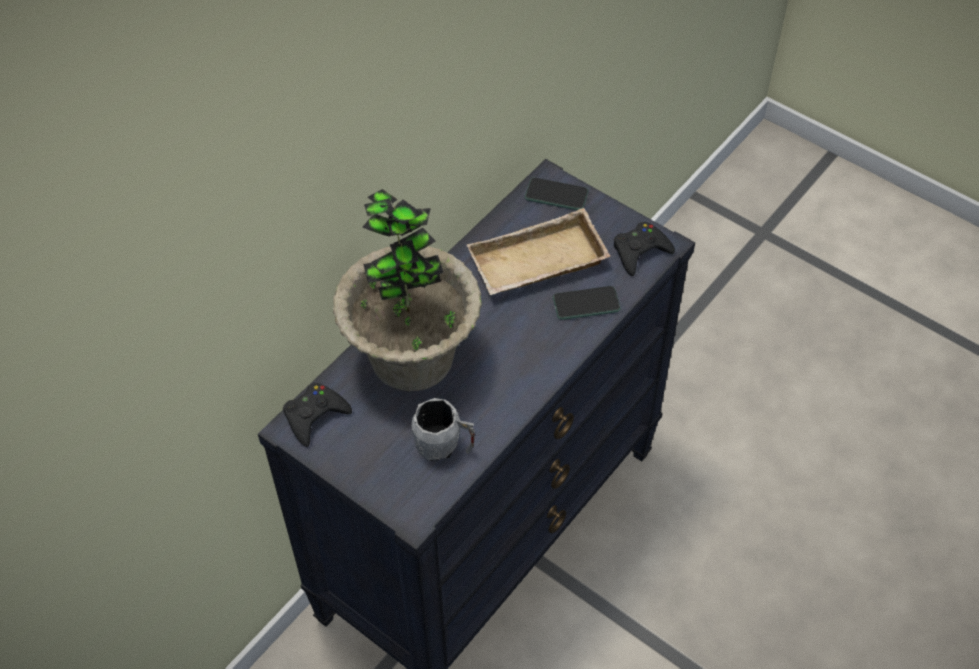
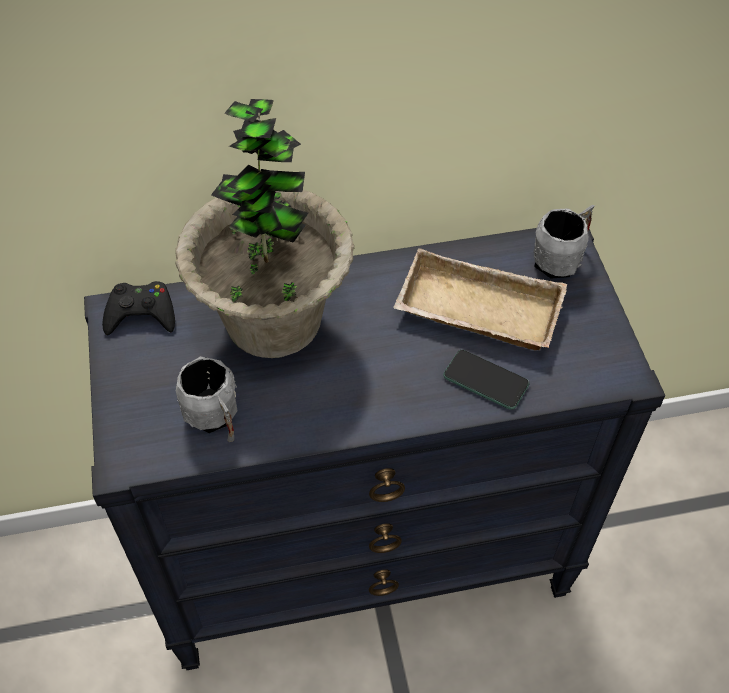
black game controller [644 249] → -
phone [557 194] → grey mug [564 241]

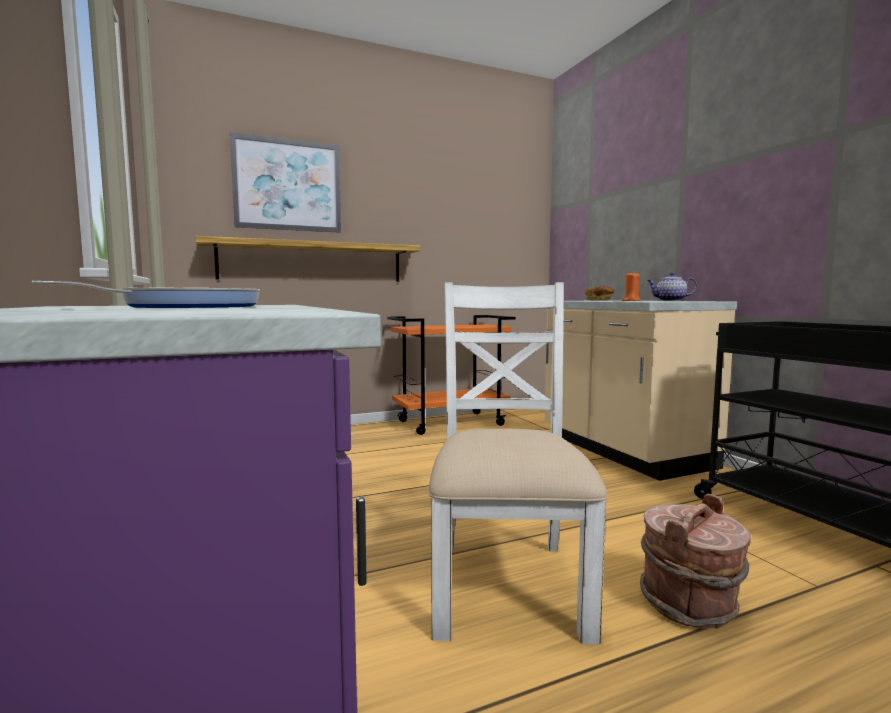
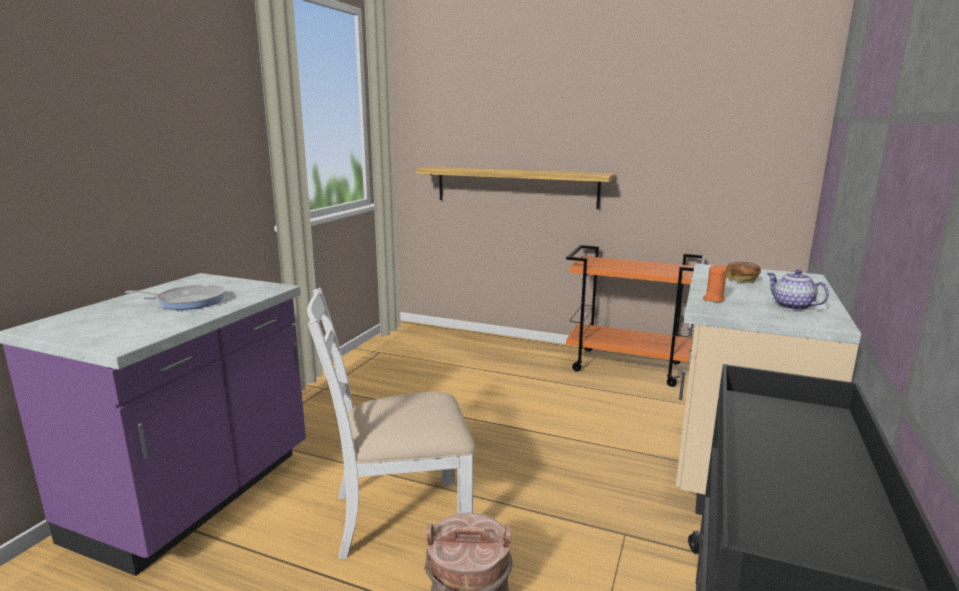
picture [285 183] → -
white chair [518 463] → white chair [391 423], 150 degrees counterclockwise

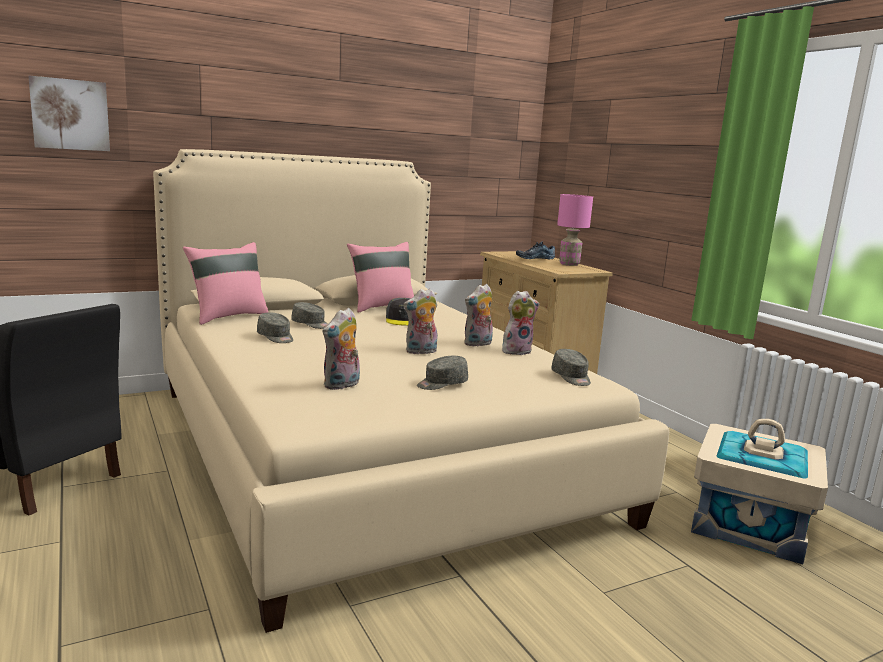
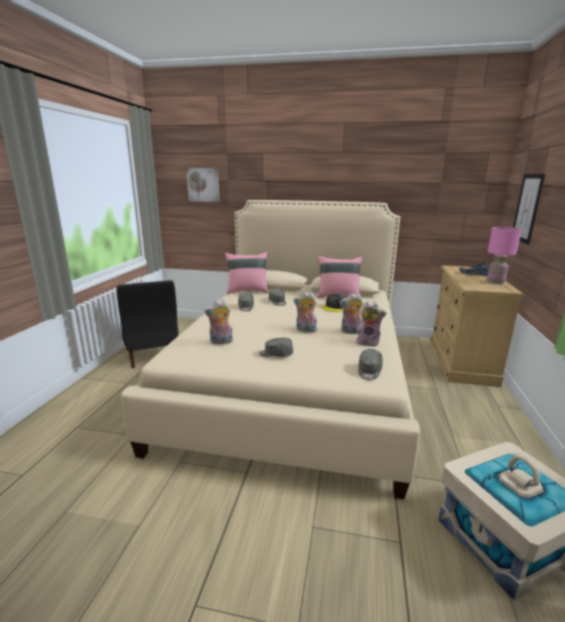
- → picture [529 209]

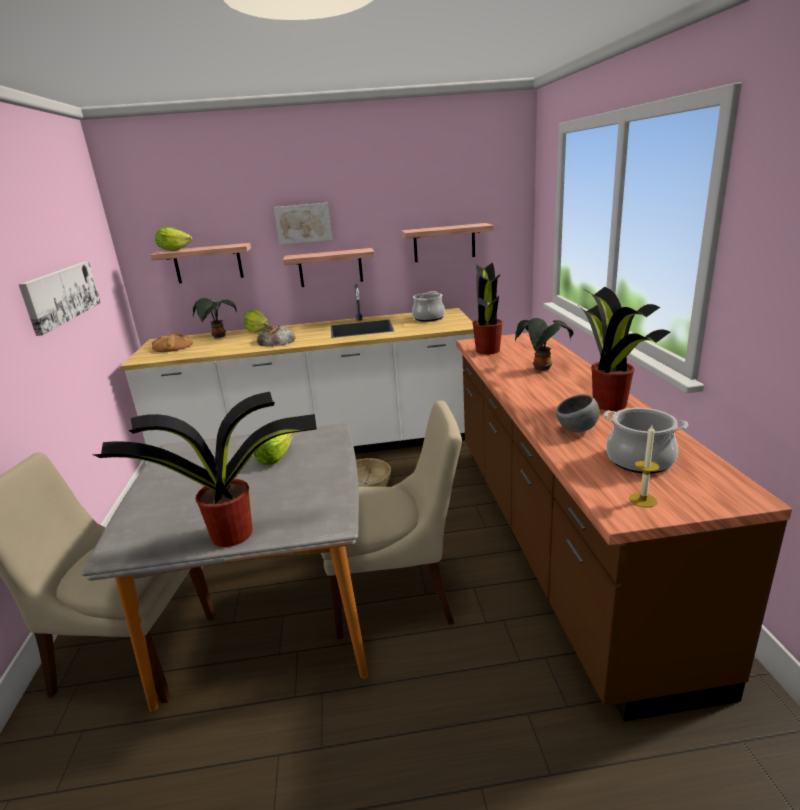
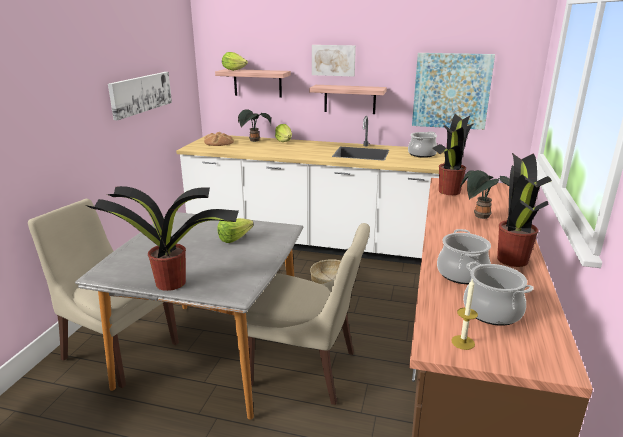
bread [276 336] → -
shelf [447 242] → picture [453 91]
grey bowl [578 413] → cooking pot [464 256]

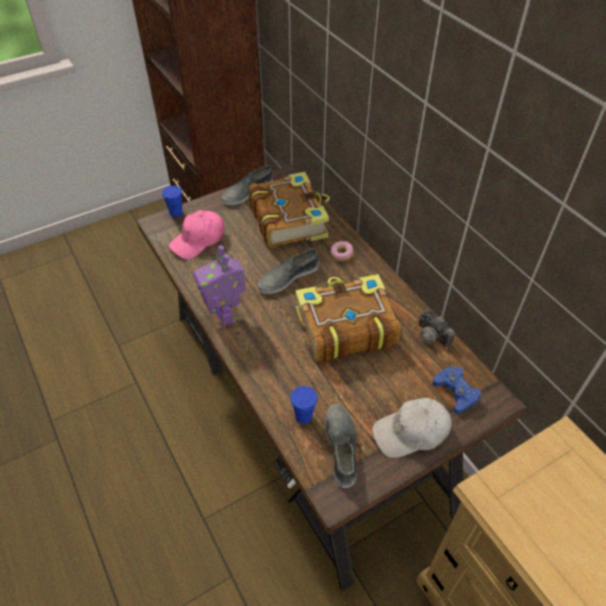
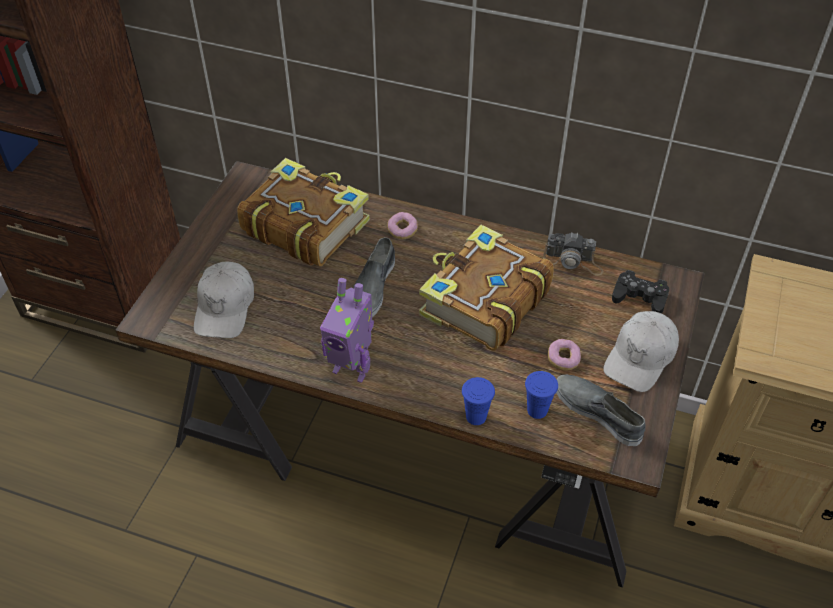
grey shoe [247 185] → -
- → donut [564 355]
blue cup [172 202] → blue cup [478 401], move
pink cap [196 234] → white cap [224 299]
blue game controller [457 390] → black game controller [640 292]

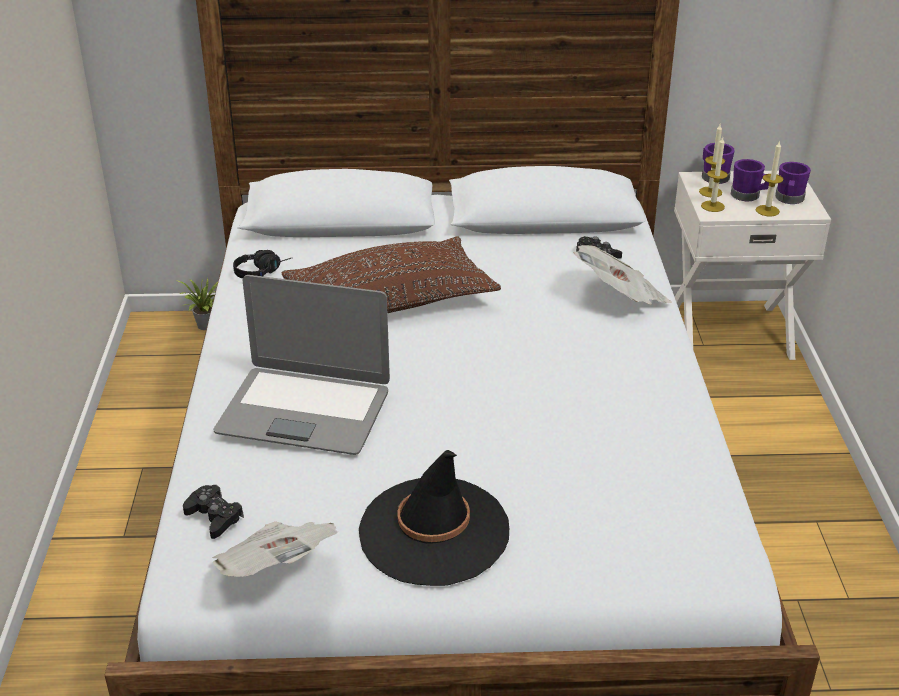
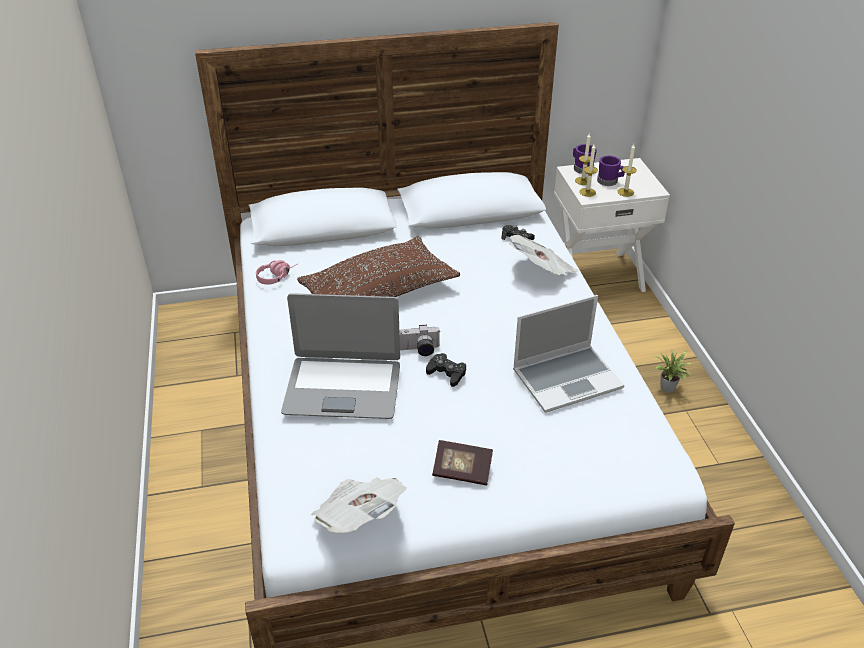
purple mug [793 183] → -
- → photo camera [420 340]
- → laptop [568 354]
potted plant [196 304] → potted plant [673 371], move
black game controller [213 512] → black game controller [446 370], move
black hat [434 518] → book [462 462]
black headphones [262 264] → pink headphones [276 272]

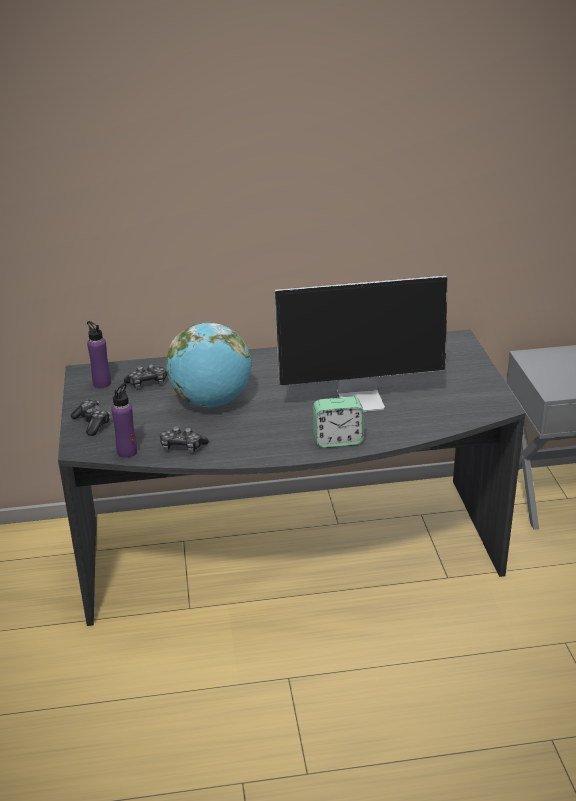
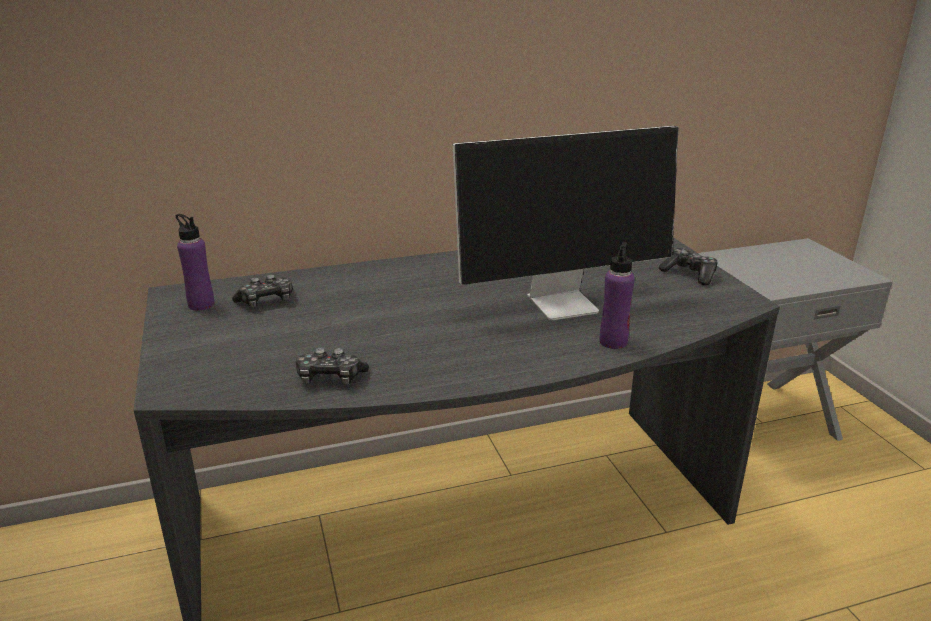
globe [209 365] → -
alarm clock [338 422] → -
game controller [90 417] → game controller [688 266], move
purple bottle [124 420] → purple bottle [617 295], move

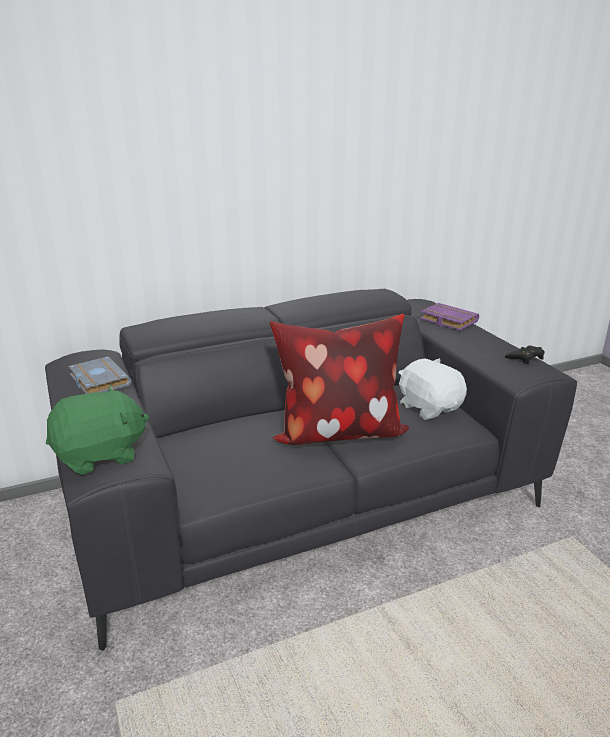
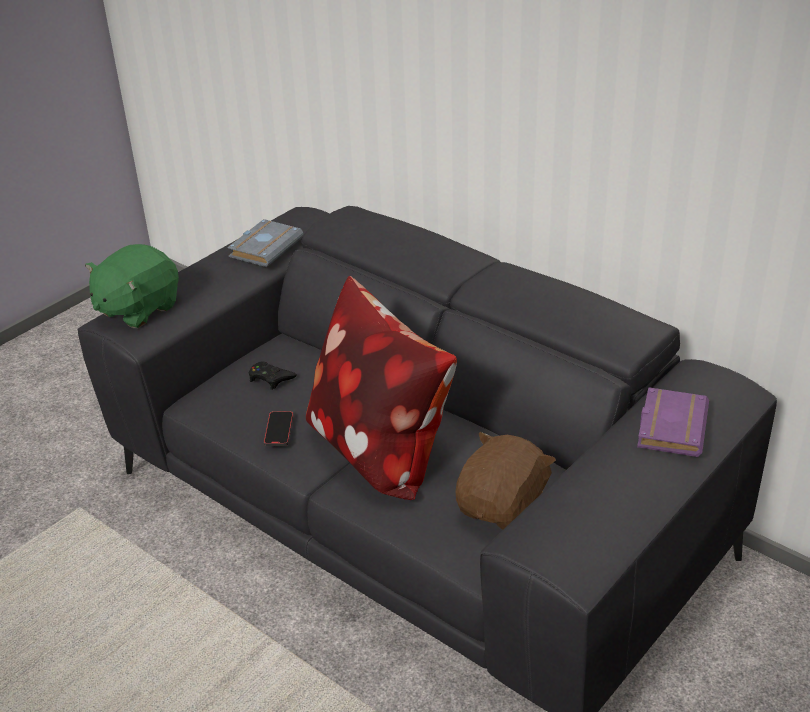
- → phone [278 428]
black game controller [525 355] → black game controller [273 375], move
white plush toy [432 389] → brown plush toy [505 481]
green plush toy [97 430] → green plush toy [132 286], 90 degrees clockwise

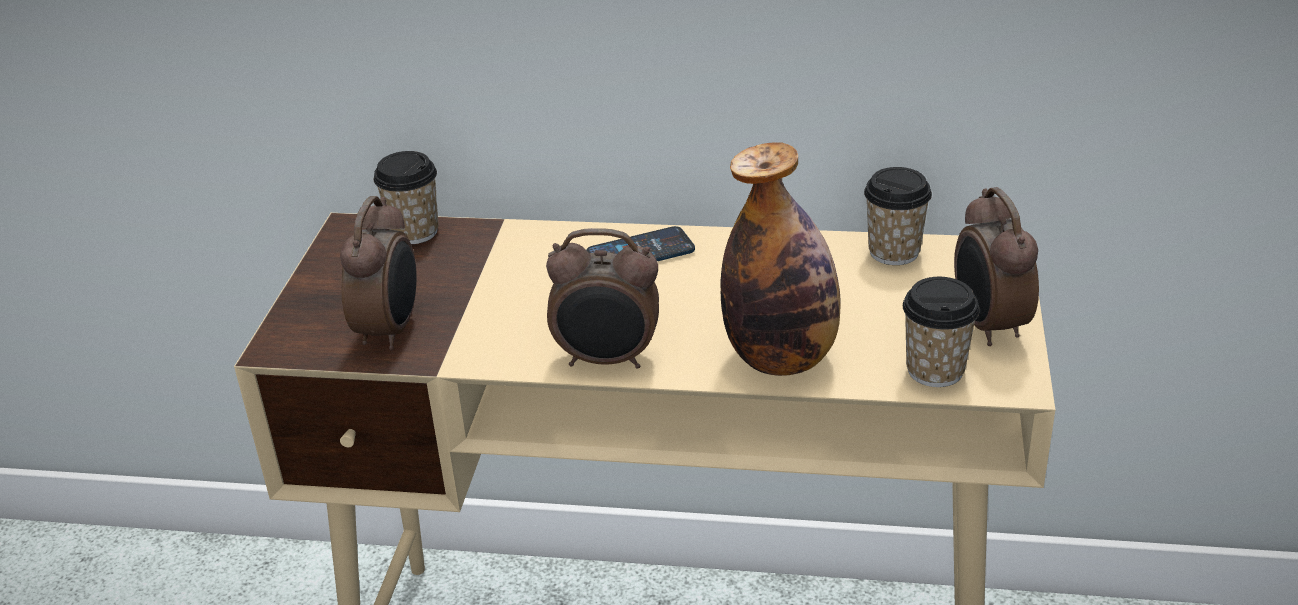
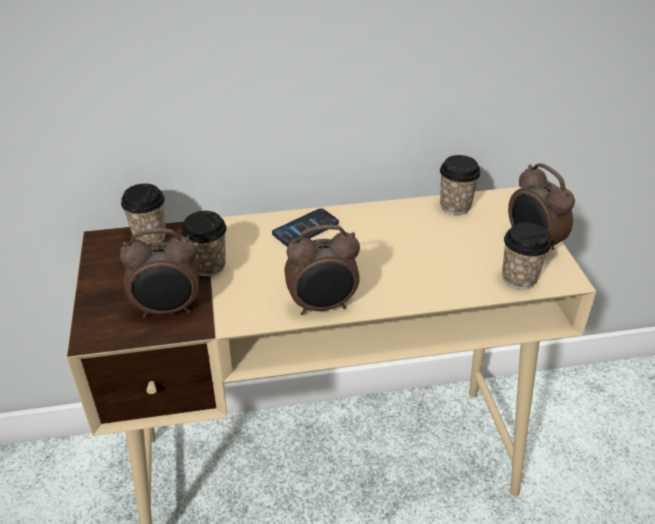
bottle [780 259] → -
- → cup [204 243]
alarm clock [378 273] → alarm clock [159 273], 90 degrees clockwise

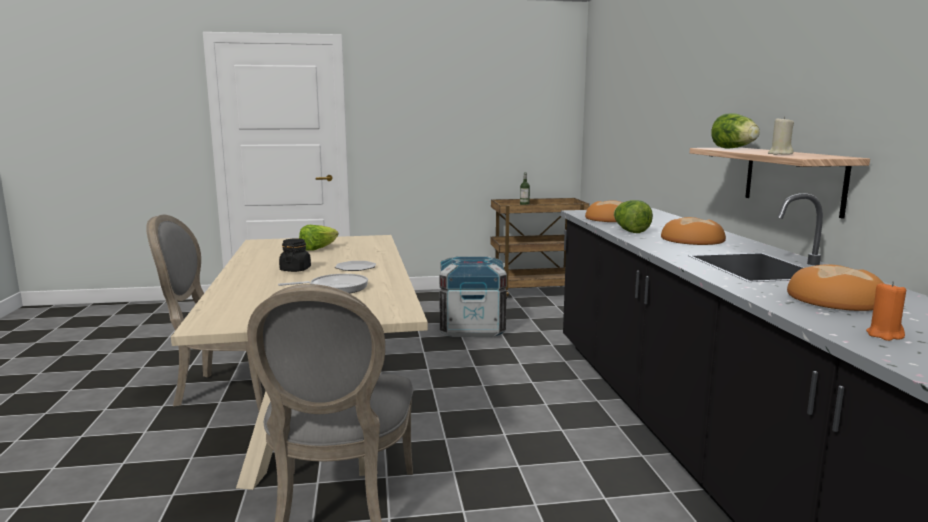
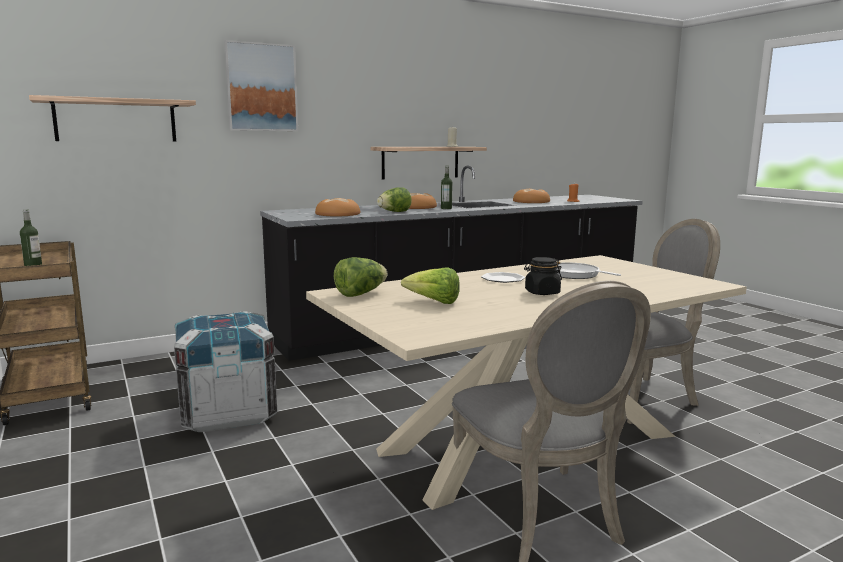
- → shelf [112 118]
- → picture [261 85]
- → bottle [446 187]
lettuce [735 131] → lettuce [361 277], move

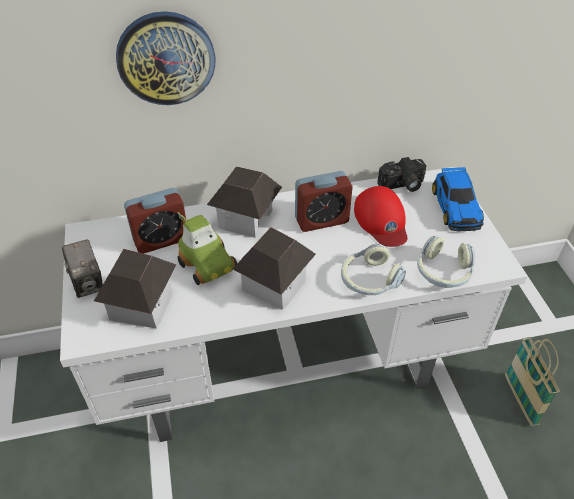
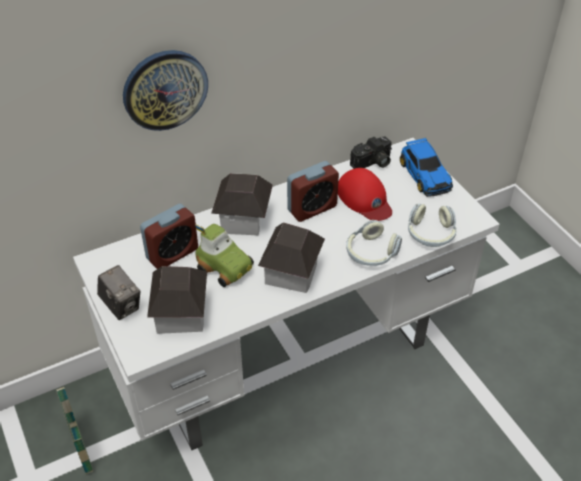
basket [532 381] → basket [74 430], move

